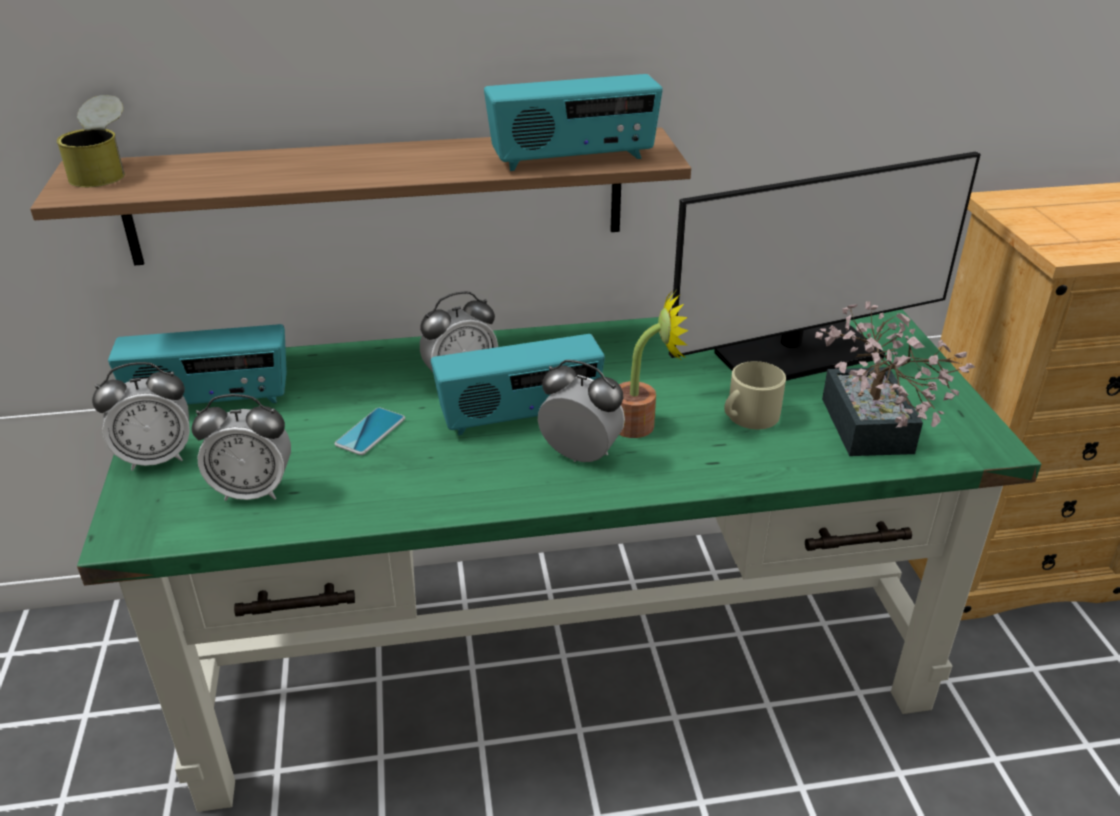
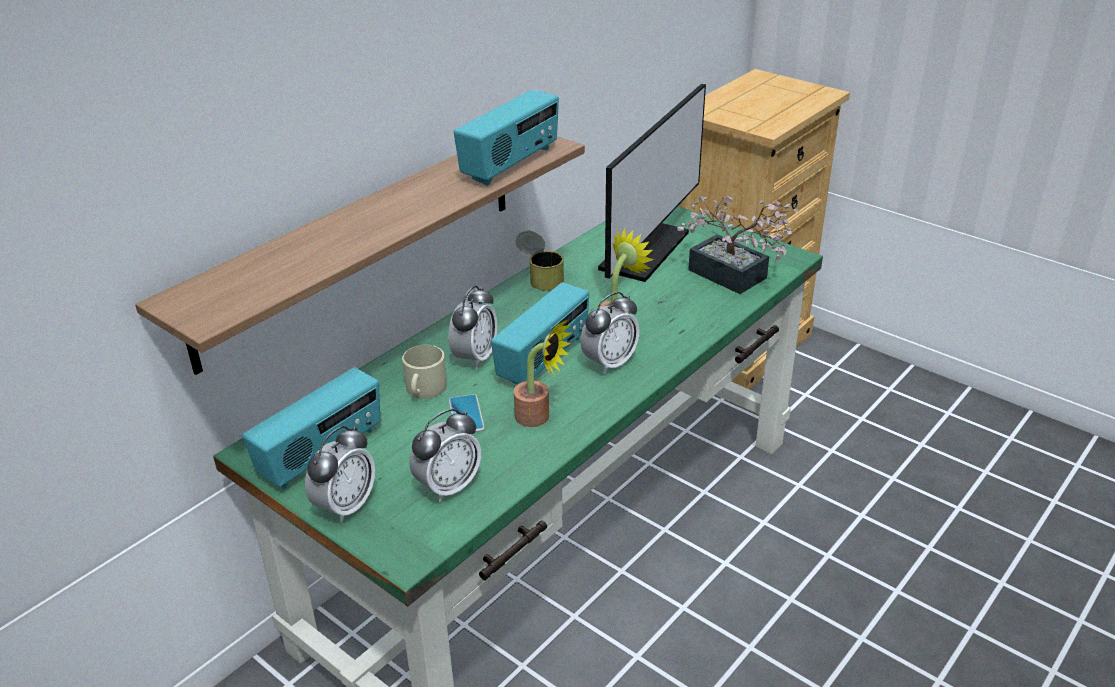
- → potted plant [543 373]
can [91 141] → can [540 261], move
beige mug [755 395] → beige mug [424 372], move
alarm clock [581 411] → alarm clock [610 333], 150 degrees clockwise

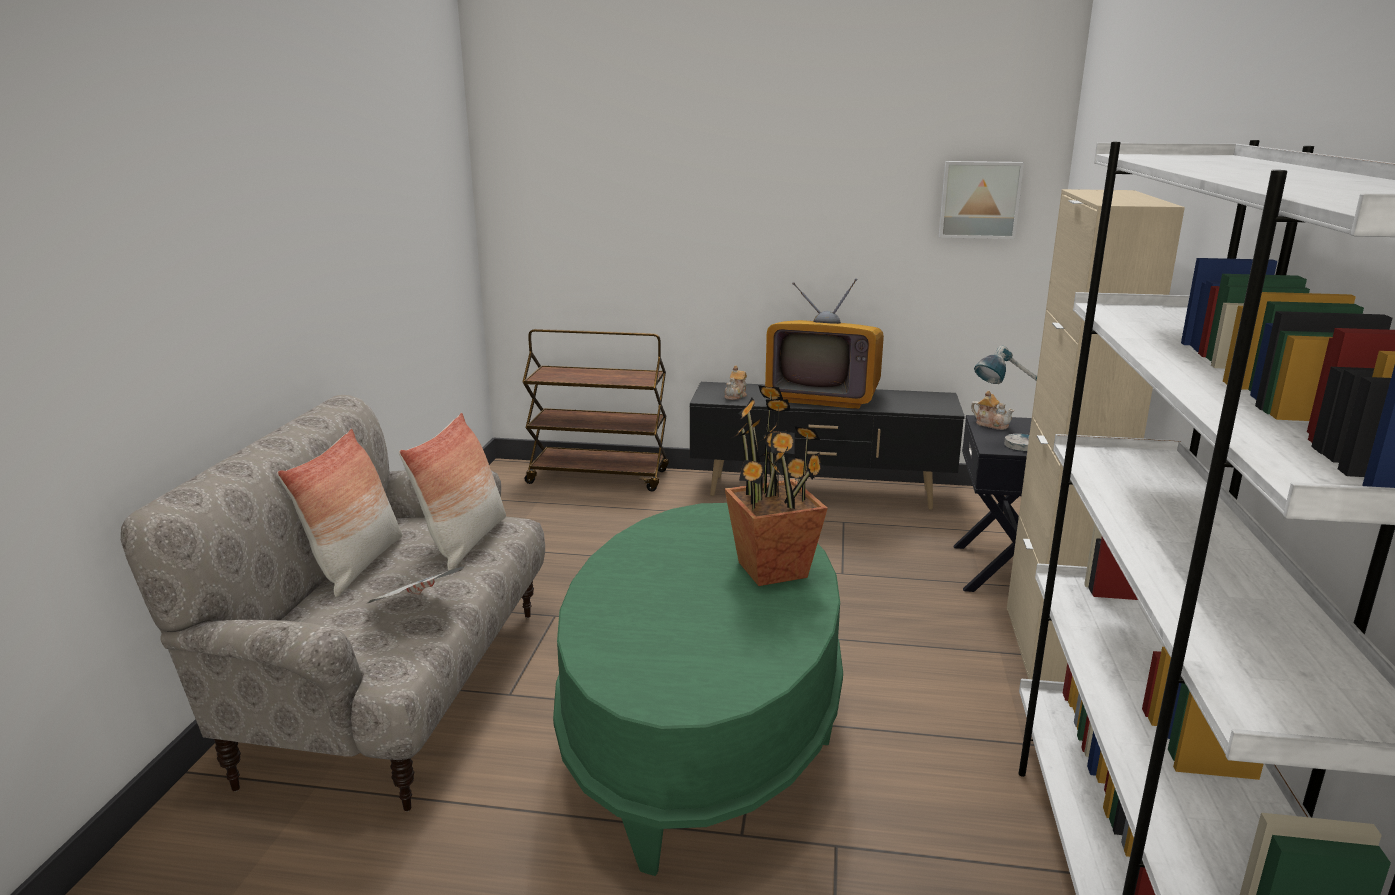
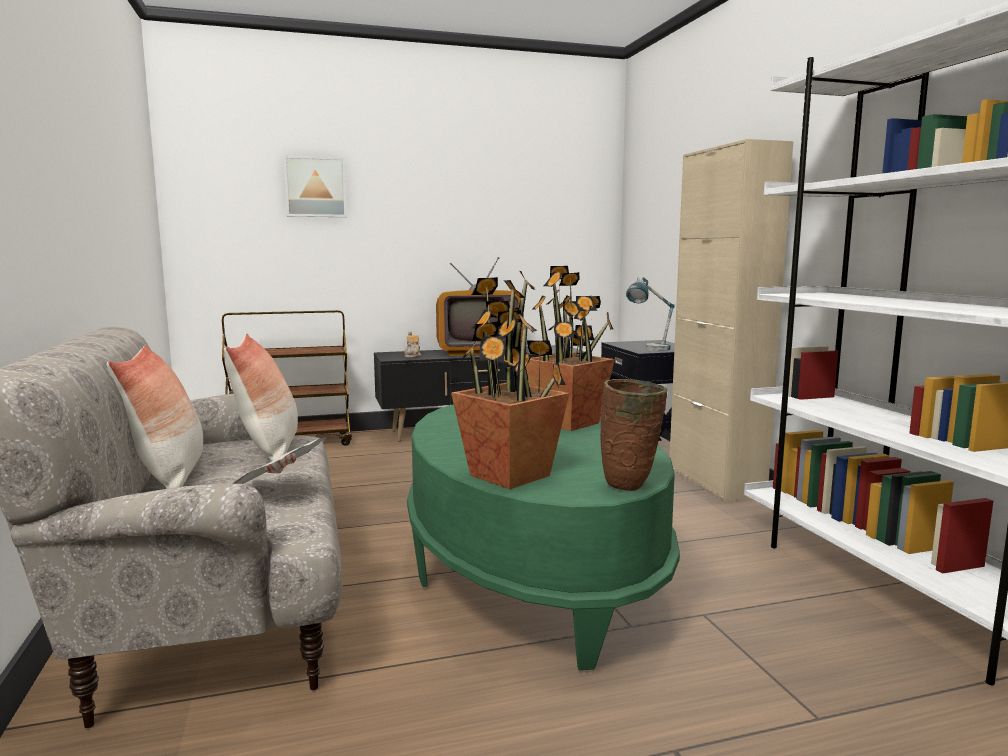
teapot [992 410] → -
- → potted plant [510 380]
- → brown vase [633 435]
picture [981 200] → picture [315 186], move

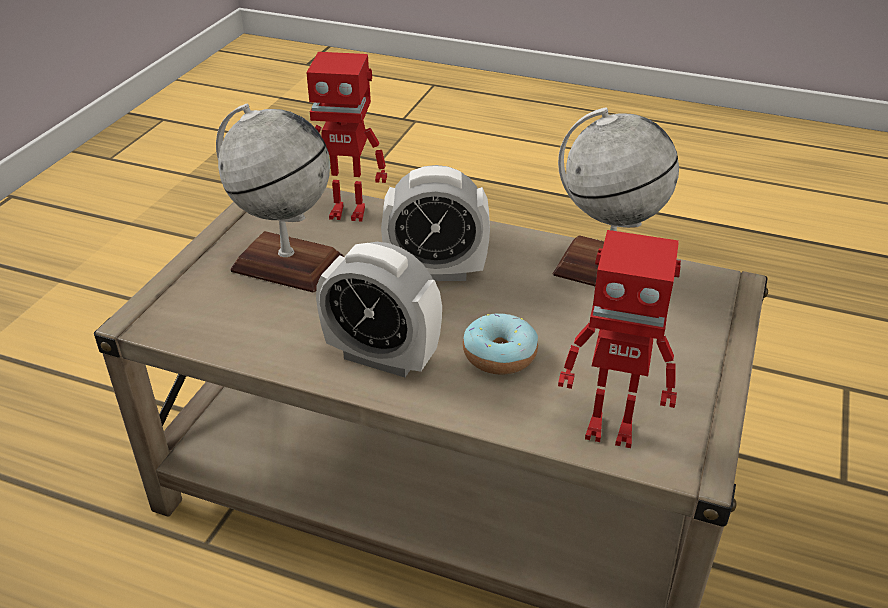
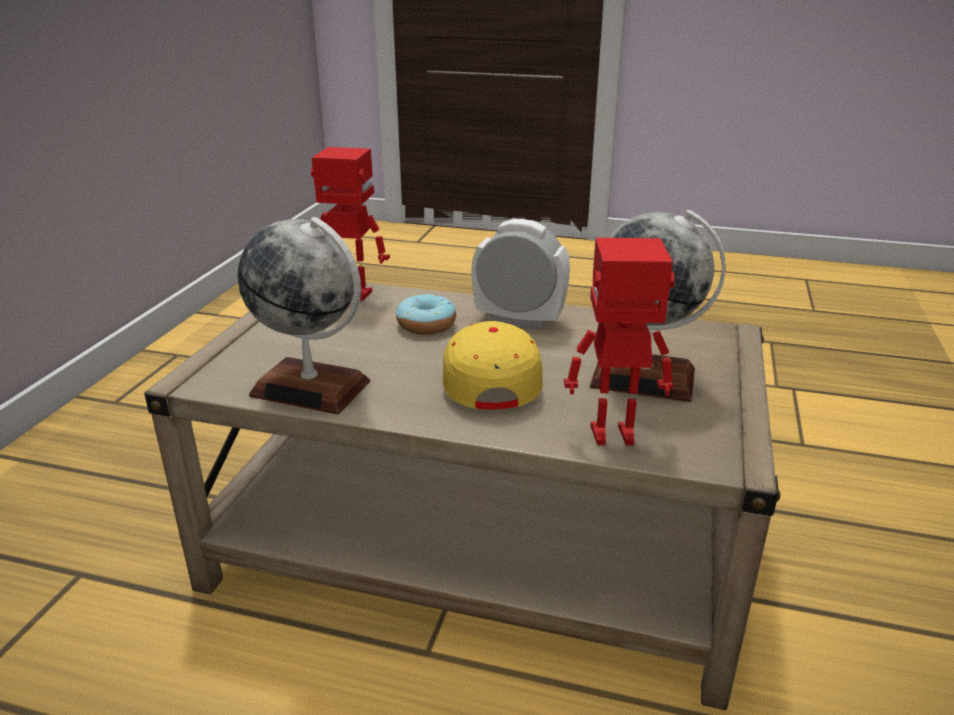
alarm clock [435 223] → yellow cap [493 365]

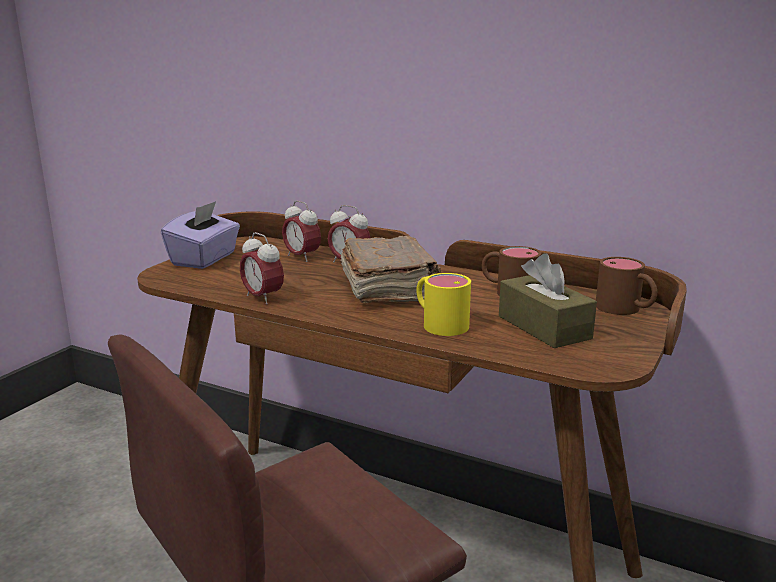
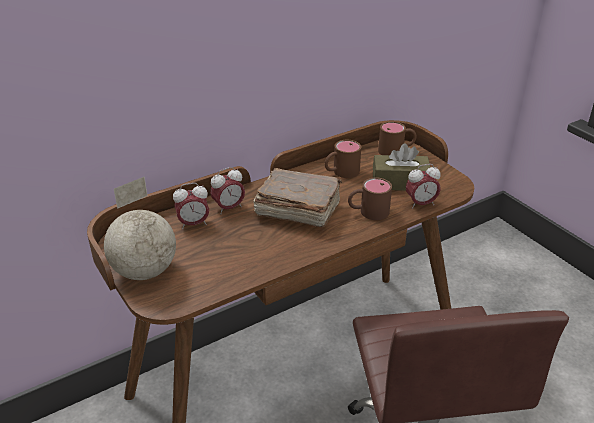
alarm clock [262 268] → alarm clock [423 186], move
purple tissue box [200 235] → globe [140 228]
yellow mug [443 304] → brown mug [370 199]

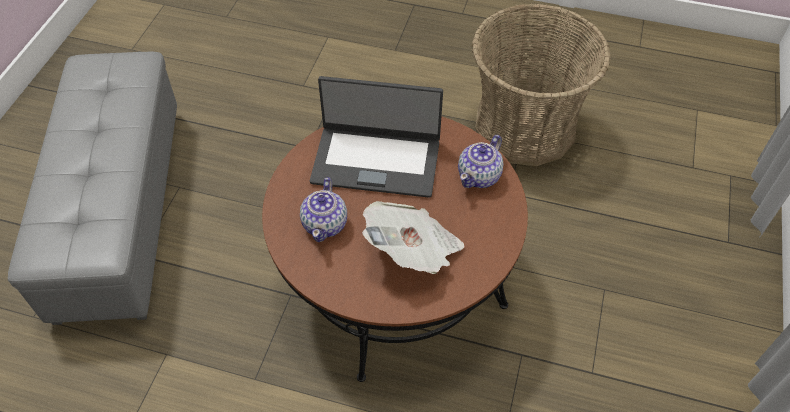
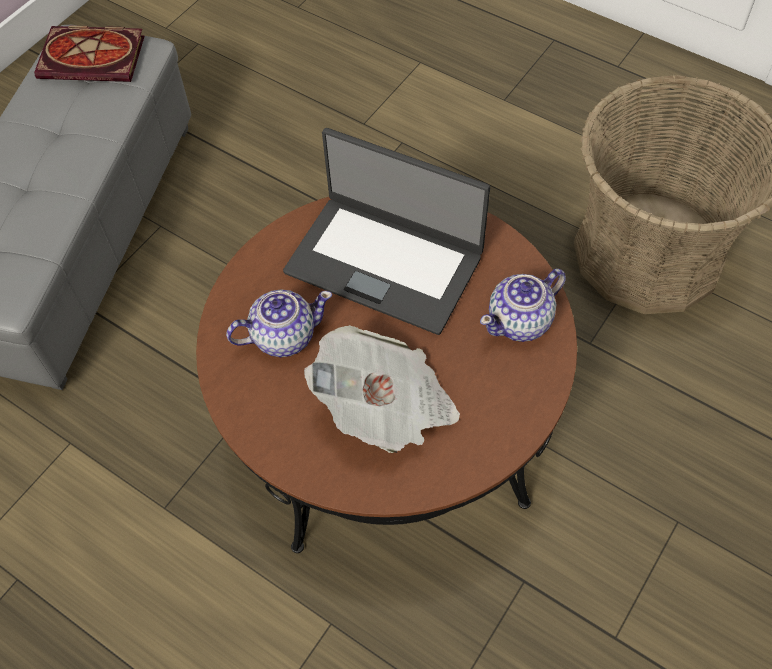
- → book [89 53]
teapot [323 209] → teapot [279 323], 135 degrees counterclockwise

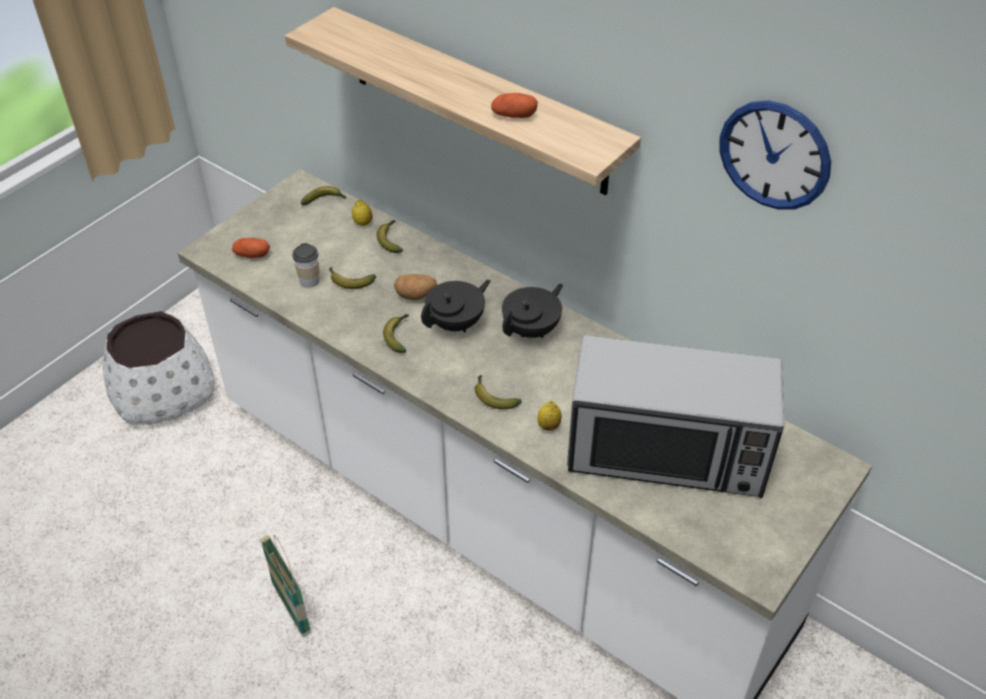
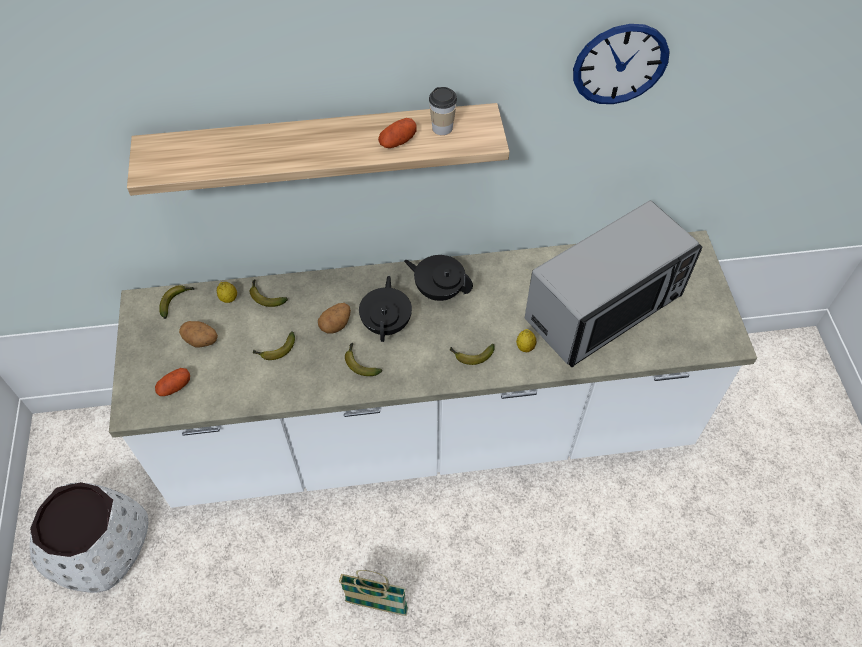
- → potato [198 334]
cup [305 265] → cup [443 111], move
black teapot [532 311] → black teapot [438 278], 60 degrees counterclockwise

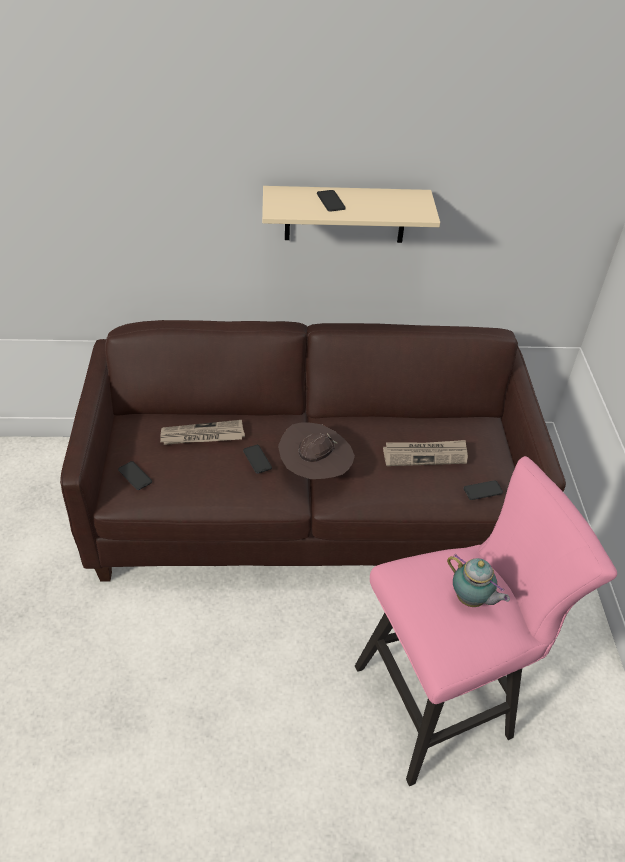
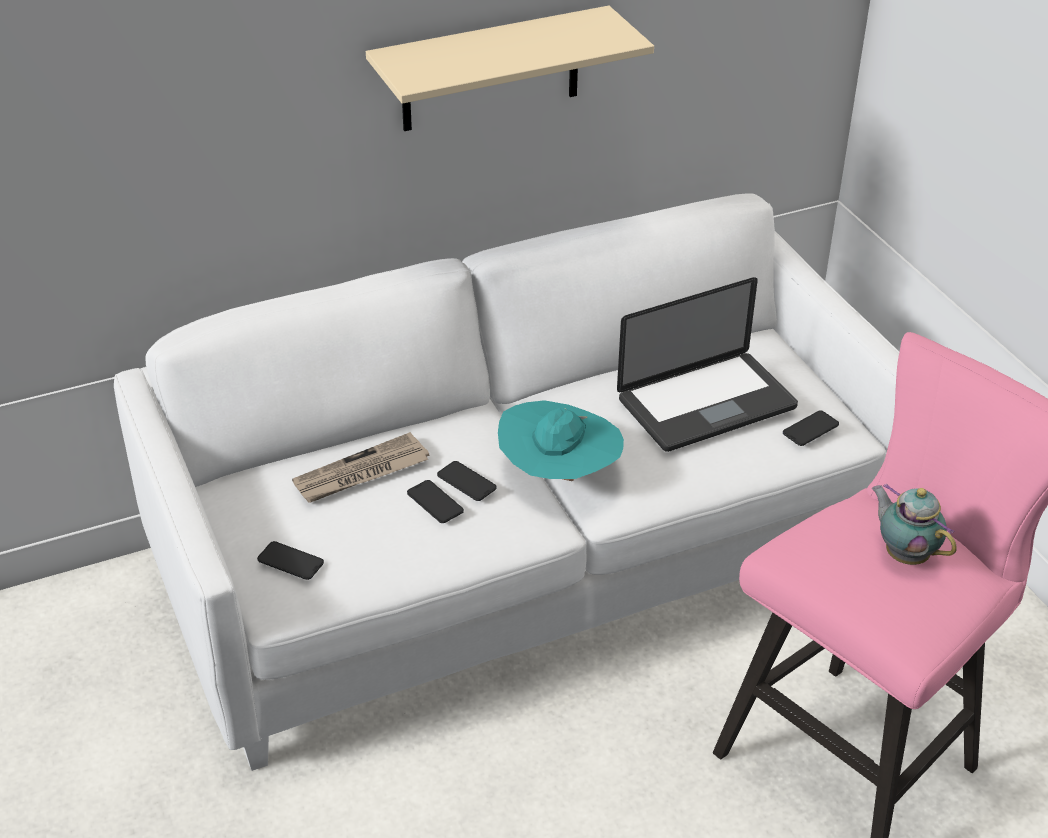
phone [331 201] → phone [435 501], move
newspaper [425 453] → laptop [707 364]
brown sofa [313 450] → white sofa [506 482]
brown hat [316 451] → turquoise hat [561 440]
teapot [478 580] → teapot [914 524], 150 degrees counterclockwise

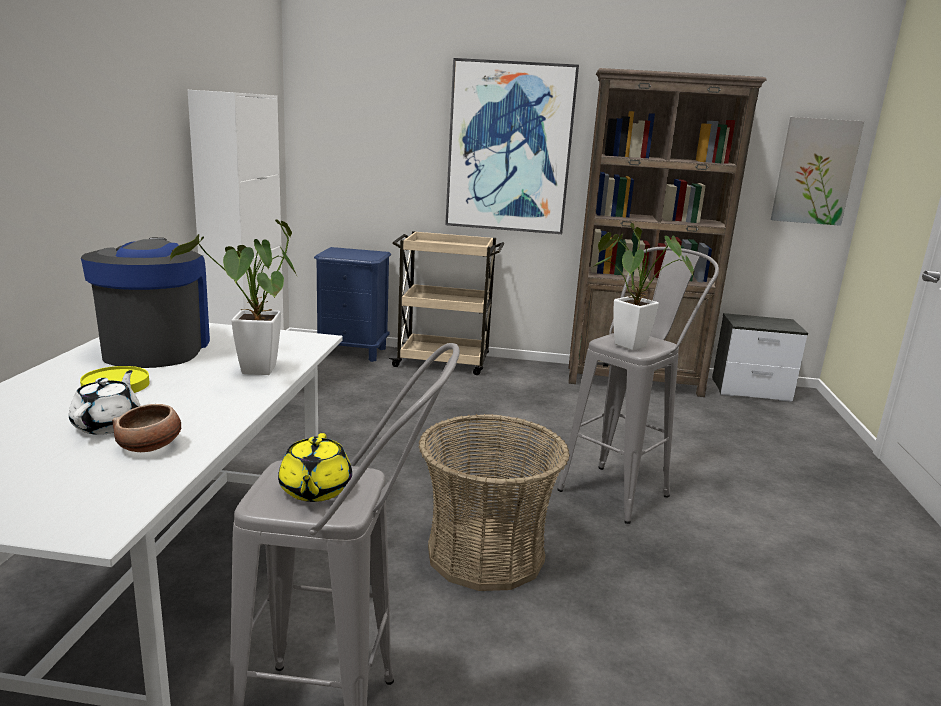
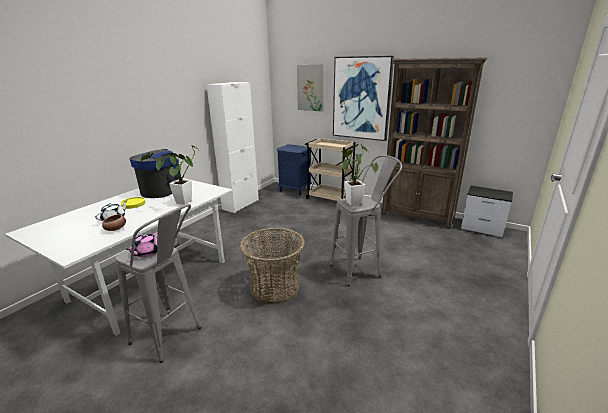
picture [817 171] → picture [310 88], move
yellow teapot [315 467] → pink teapot [142 245]

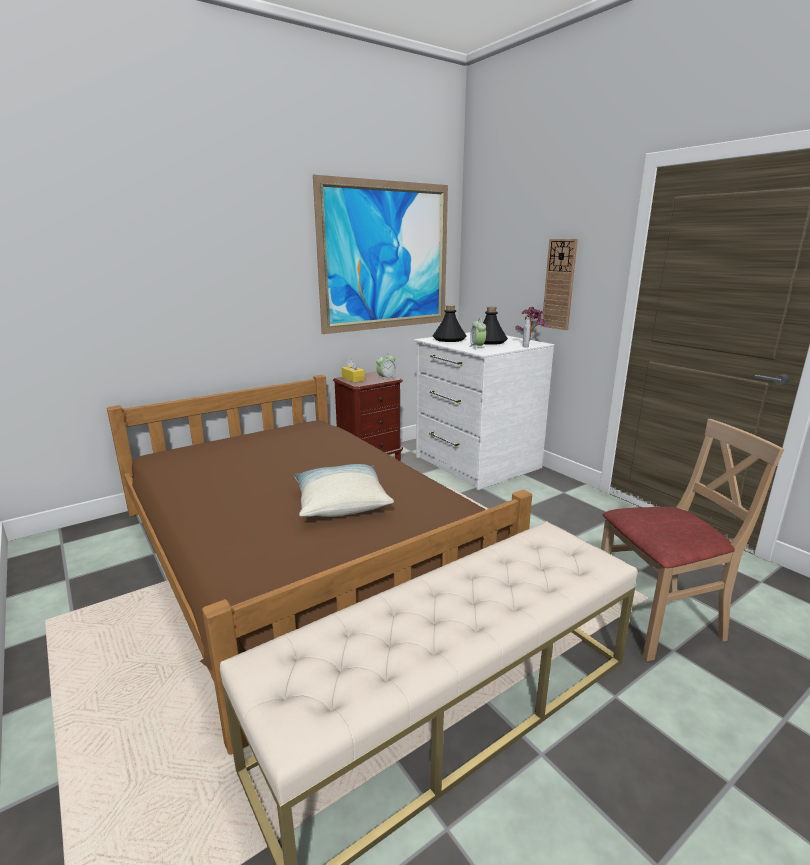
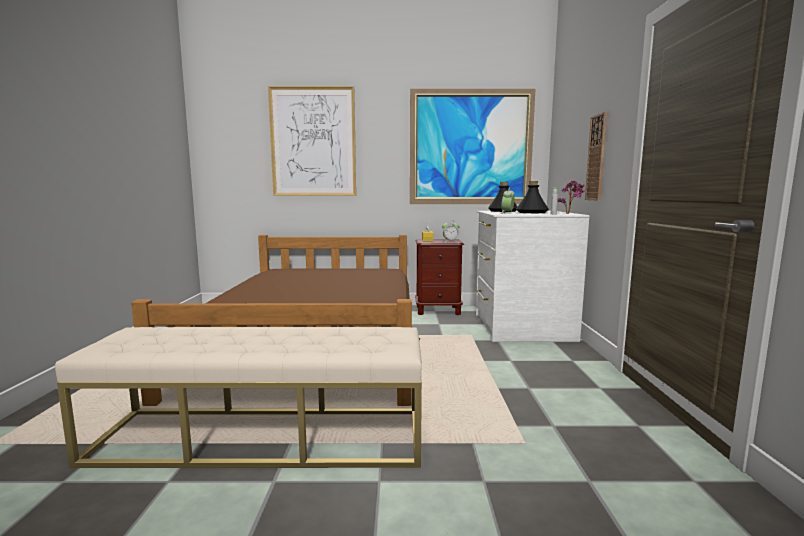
pillow [344 490] → -
beige chair [692 540] → -
- → picture [312 141]

